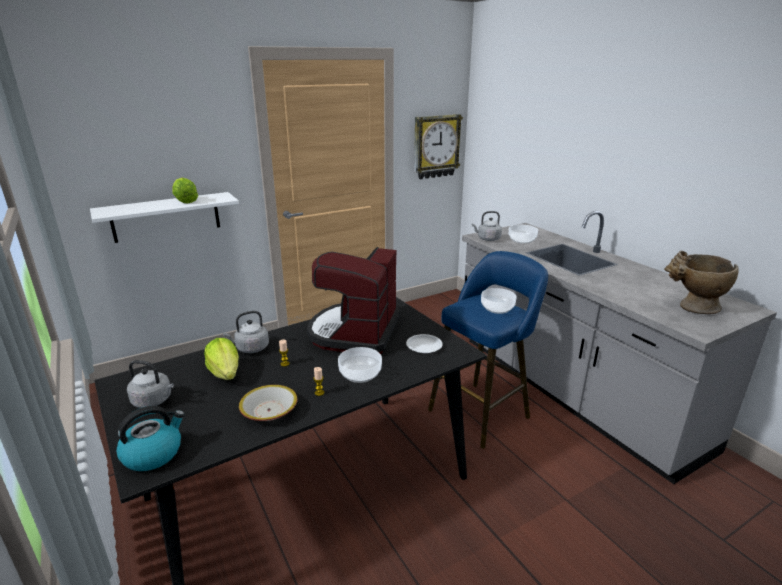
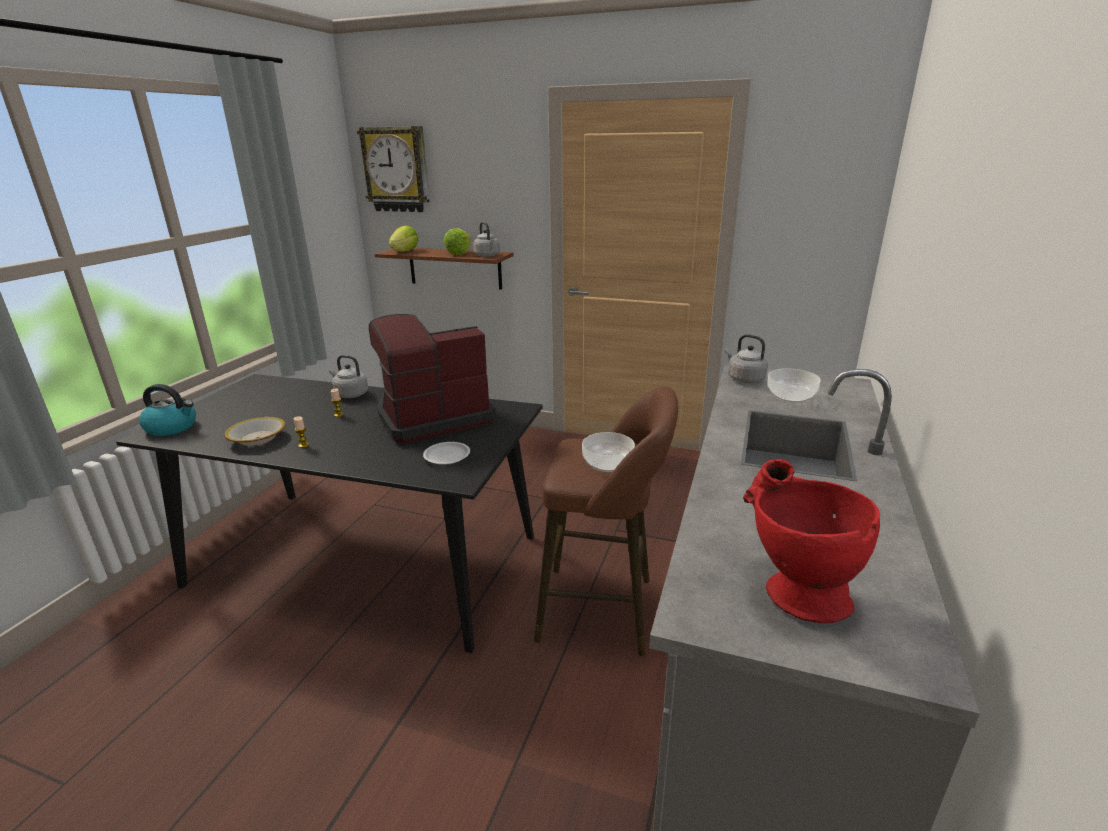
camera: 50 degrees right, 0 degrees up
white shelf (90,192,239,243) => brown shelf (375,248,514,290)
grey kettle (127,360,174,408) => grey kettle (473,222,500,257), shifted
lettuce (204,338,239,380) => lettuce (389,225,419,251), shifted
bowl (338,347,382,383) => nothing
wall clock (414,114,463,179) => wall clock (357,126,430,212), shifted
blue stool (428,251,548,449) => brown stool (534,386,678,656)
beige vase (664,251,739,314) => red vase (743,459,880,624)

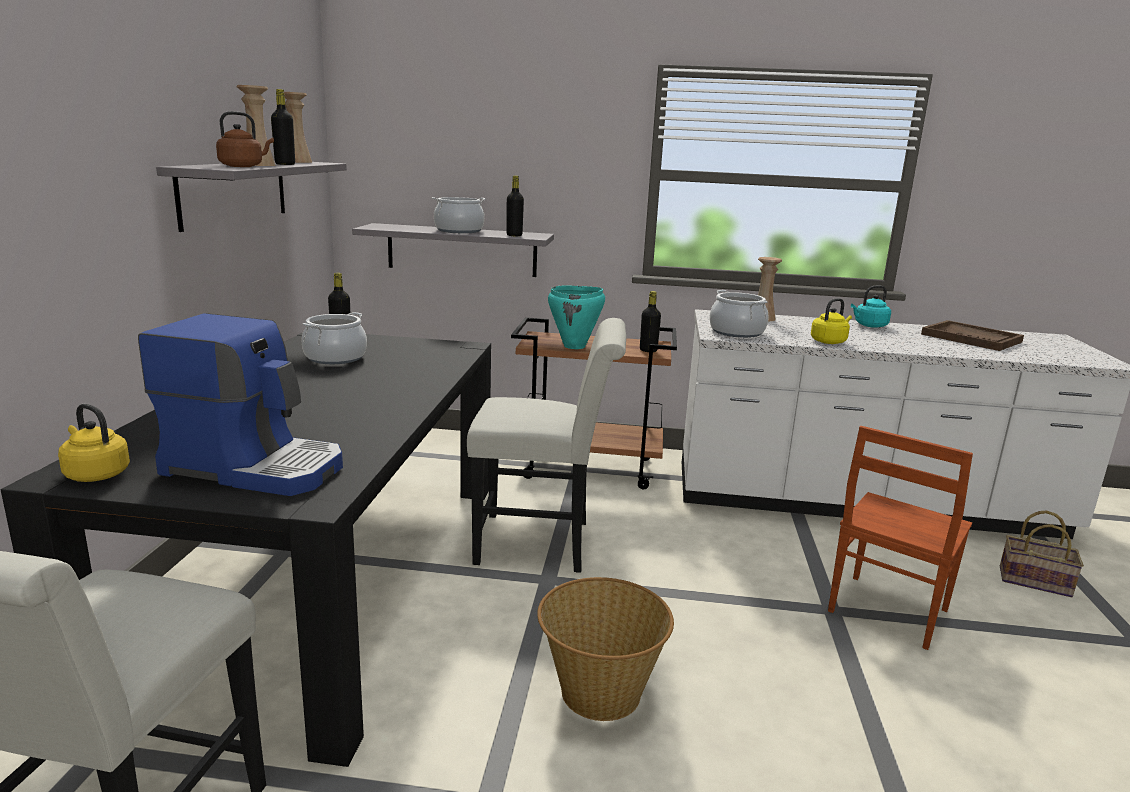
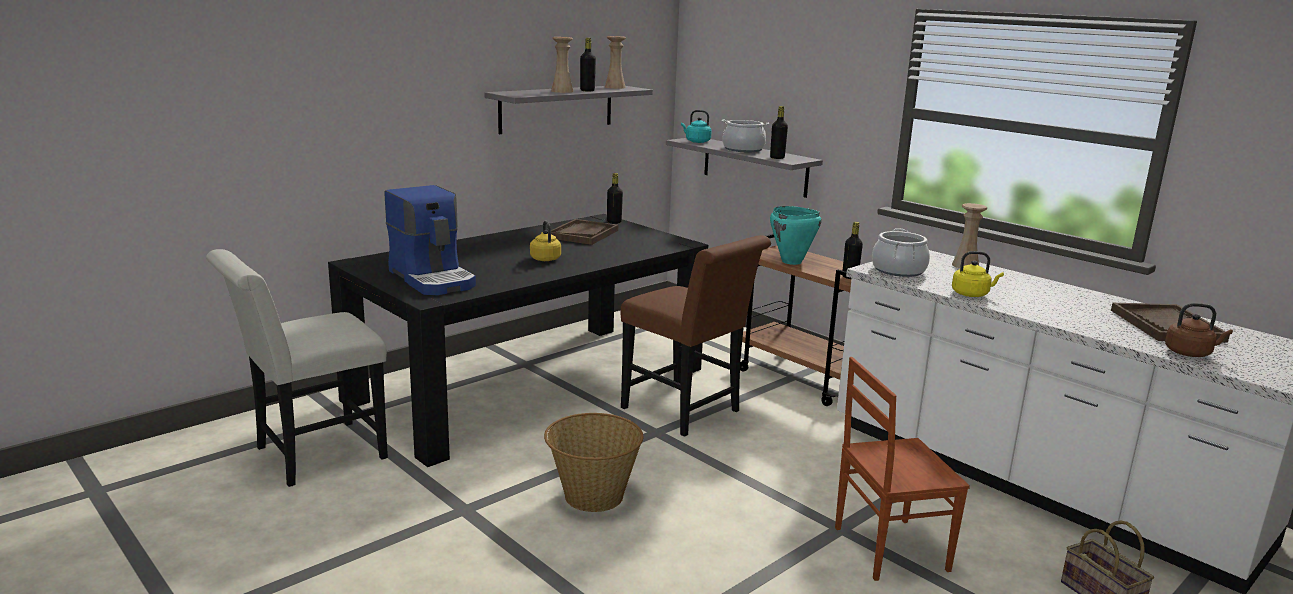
camera: 40 degrees right, 0 degrees up
yellow kettle (58,404,130,482) => yellow kettle (530,221,561,261), shifted
brown kettle (216,111,274,167) => brown kettle (1165,303,1233,357), shifted
cooking pot (301,312,367,364) => brown tray (551,219,618,245)
white chair (467,318,626,573) => brown chair (621,235,771,437)
turquoise kettle (851,285,891,328) => turquoise kettle (681,110,712,143), shifted

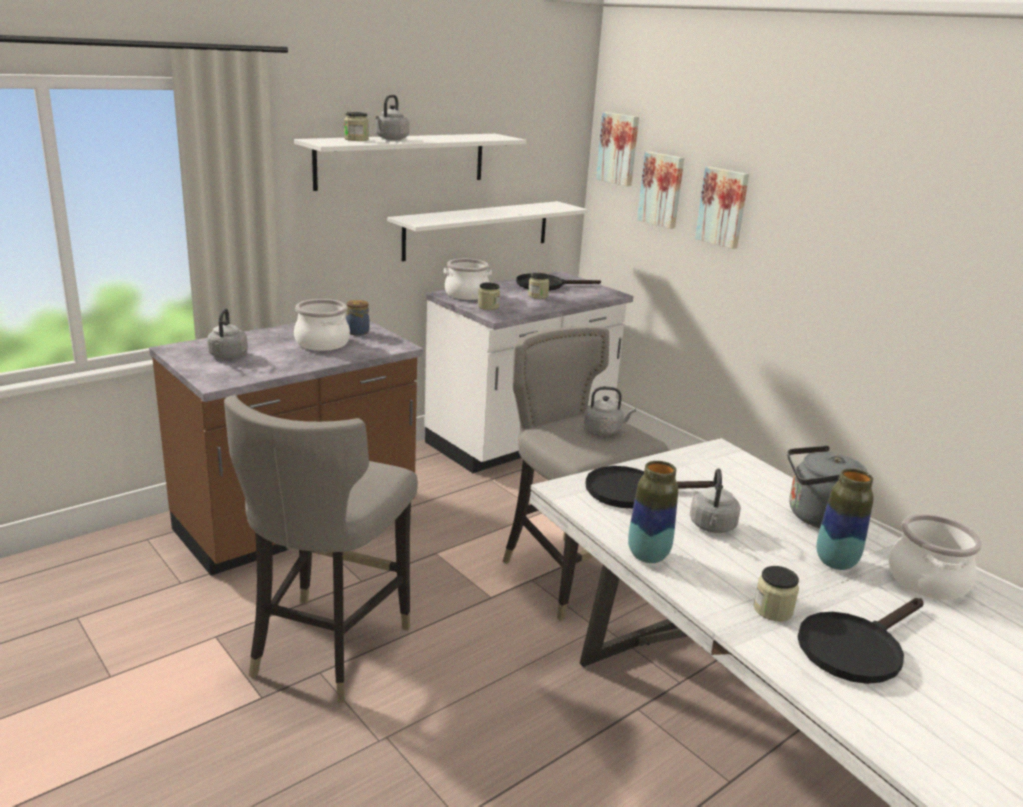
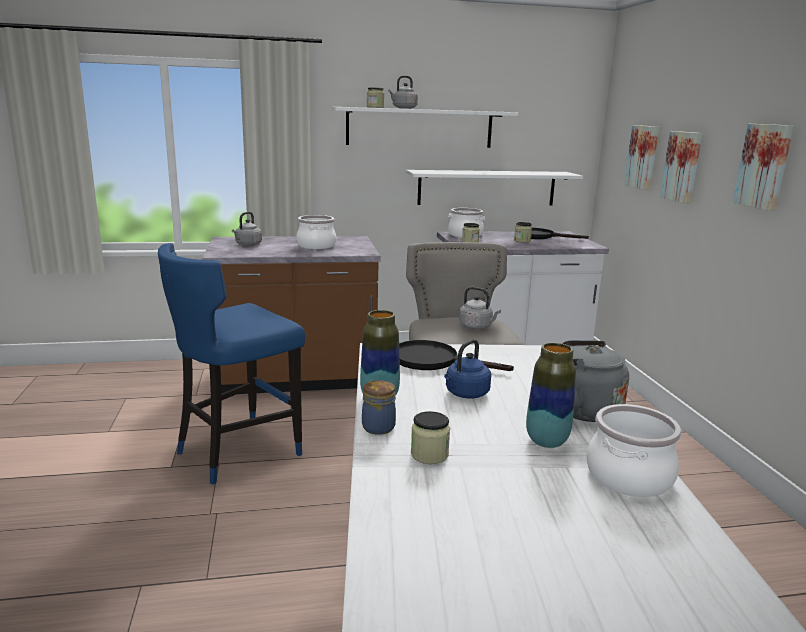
camera: 30 degrees right, 5 degrees down
grey stool (224,395,418,703) => blue stool (158,243,305,485)
jar (346,300,370,336) => jar (362,380,396,435), shifted
picture (596,112,639,186) => picture (733,124,794,211), shifted
grey kettle (690,468,741,533) => blue kettle (444,339,491,398)
black frying pan (798,598,924,684) => nothing

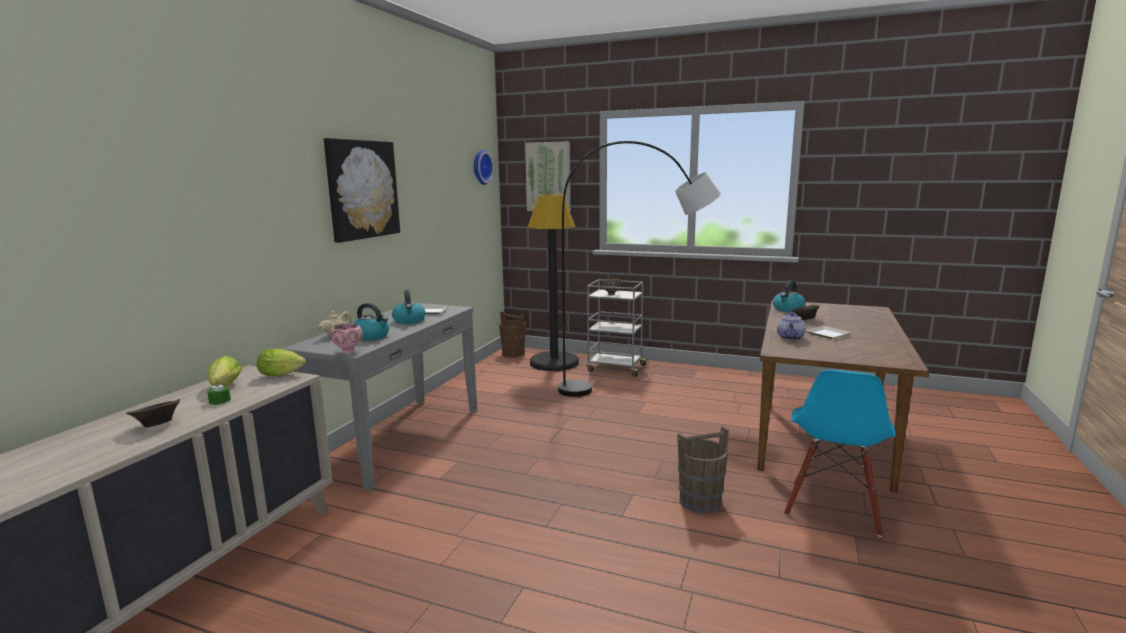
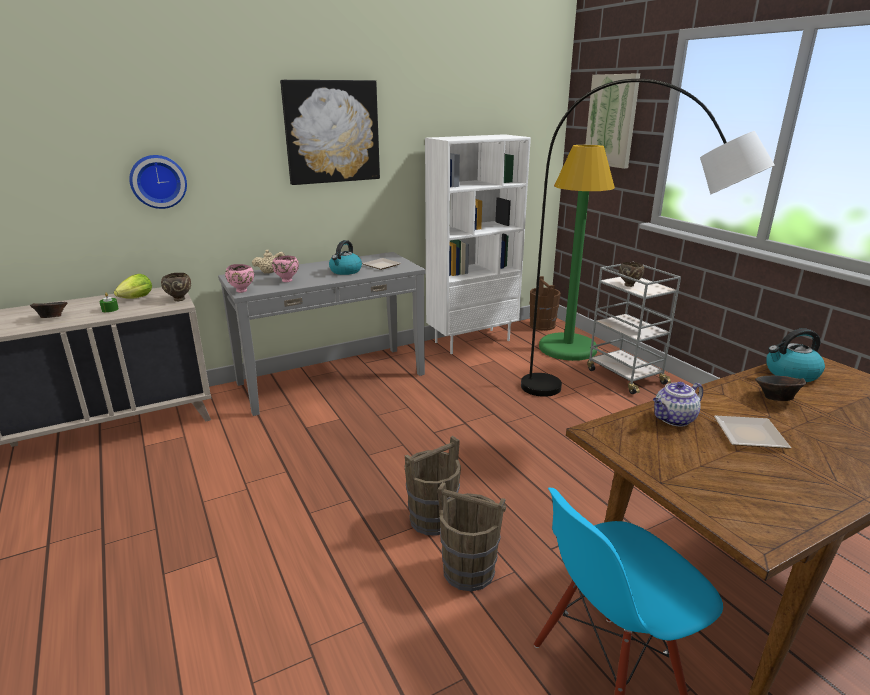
camera: 40 degrees right, 10 degrees up
lettuce (257,348,305,376) => brown bowl (161,273,191,301)
kettle (354,303,389,341) => pink bowl (272,256,299,282)
wall clock (474,150,494,185) => wall clock (129,155,187,209), shifted
black floor lamp (528,194,579,371) => green floor lamp (539,145,615,361)
nothing => brown bucket (404,436,461,536)
nothing => white bookcase (425,134,531,354)

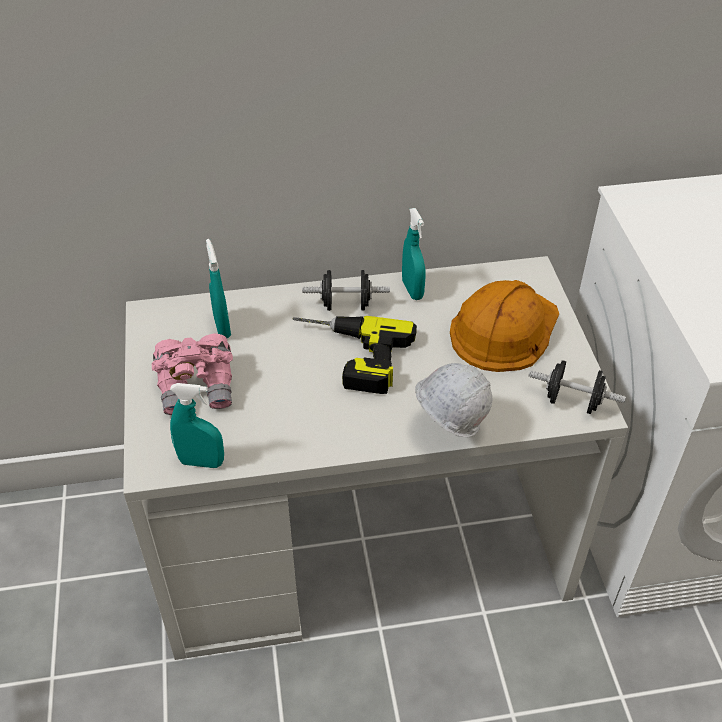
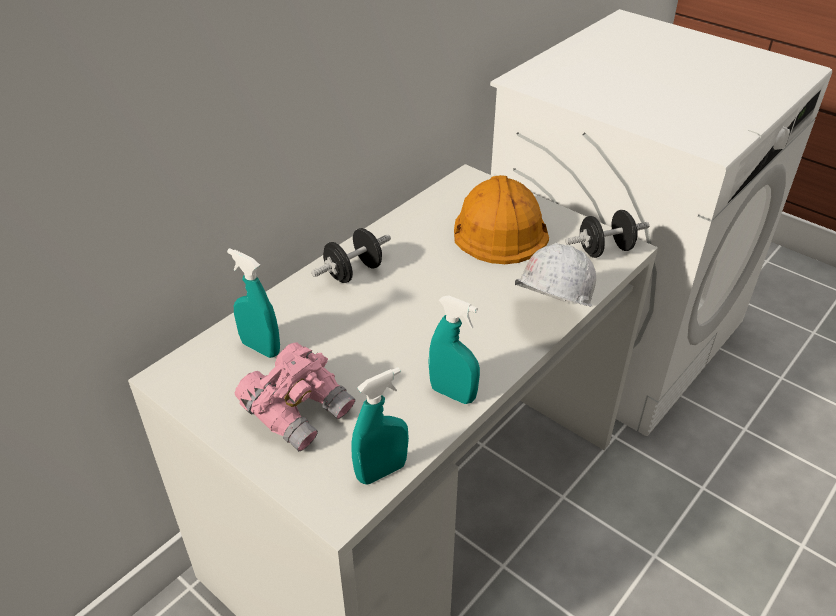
camera: 40 degrees left, 5 degrees down
power drill (293,316,417,394) => nothing
turquoise spray bottle (402,208,426,300) => turquoise spray bottle (428,296,480,404), shifted

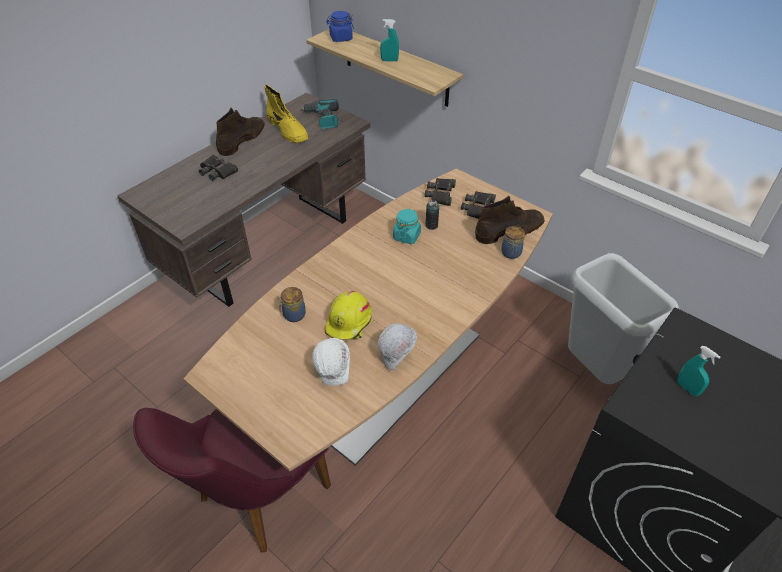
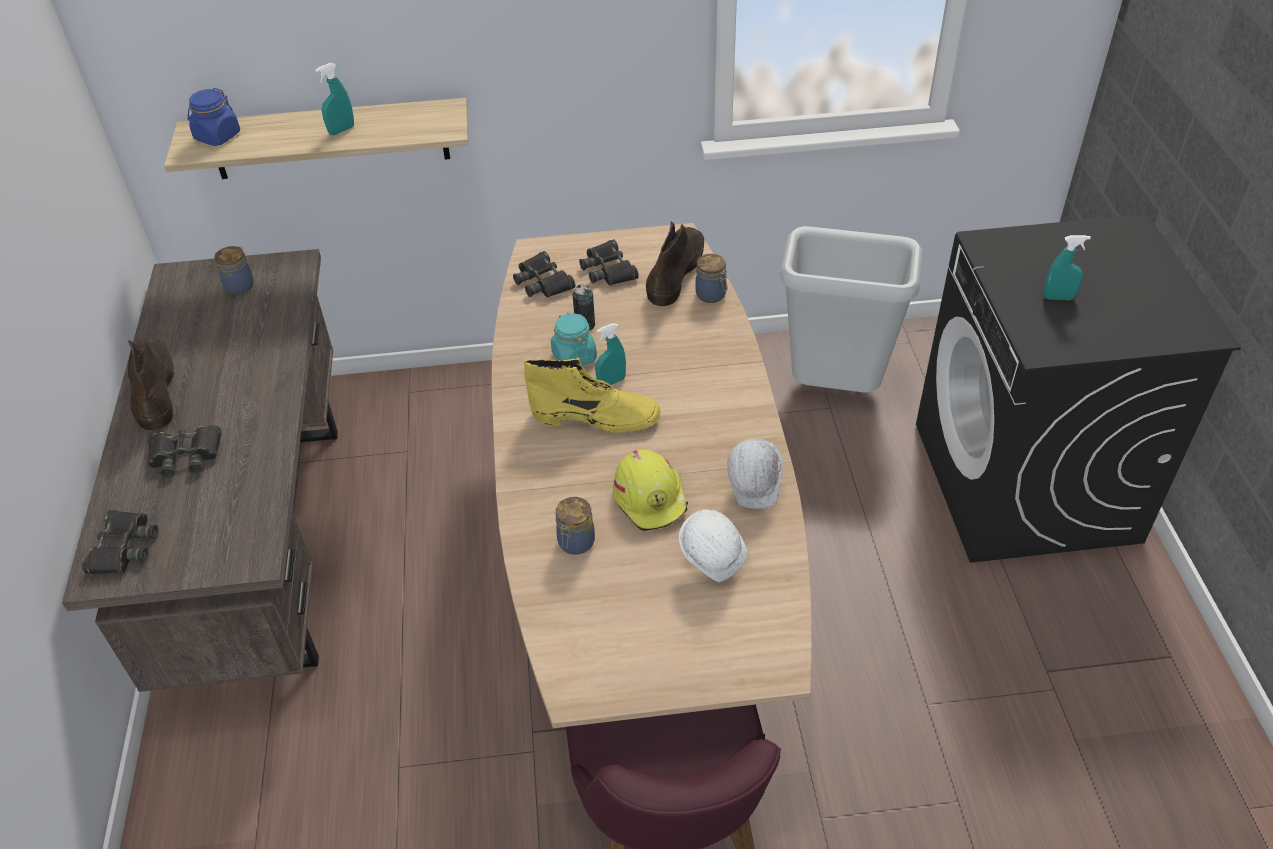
camera: 45 degrees left, 0 degrees up
yellow boot (264,85,309,143) => yellow boot (524,357,661,433), shifted
power drill (300,99,339,129) => jar (214,246,254,295)
nothing => black binoculars (82,510,159,574)
nothing => turquoise spray bottle (595,323,626,385)

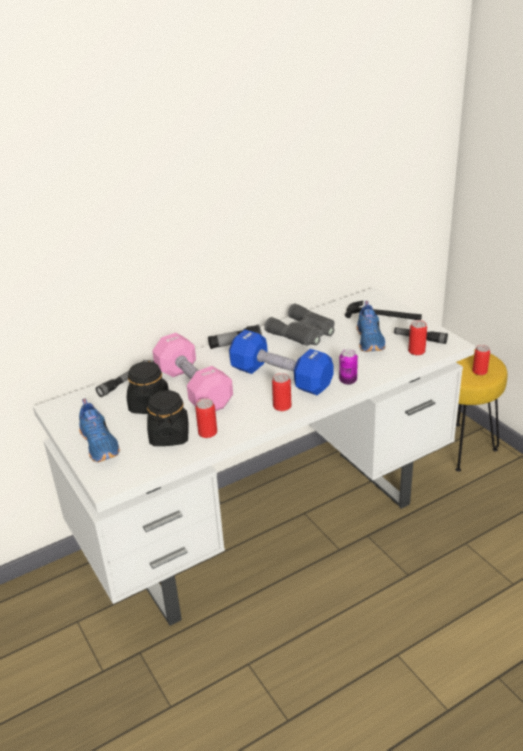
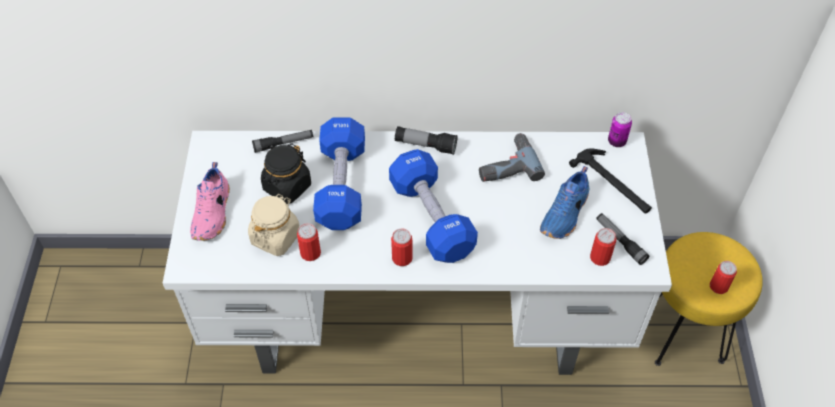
camera: 30 degrees right, 20 degrees up
blue shoe (79,398,120,462) => pink shoe (190,162,230,241)
black jar (147,390,189,446) => beige jar (248,194,300,256)
pink dumbbell (153,333,233,411) => blue dumbbell (313,118,365,230)
grey binoculars (264,303,335,346) => power drill (479,133,545,182)
can (339,349,358,385) => can (608,112,632,147), shifted

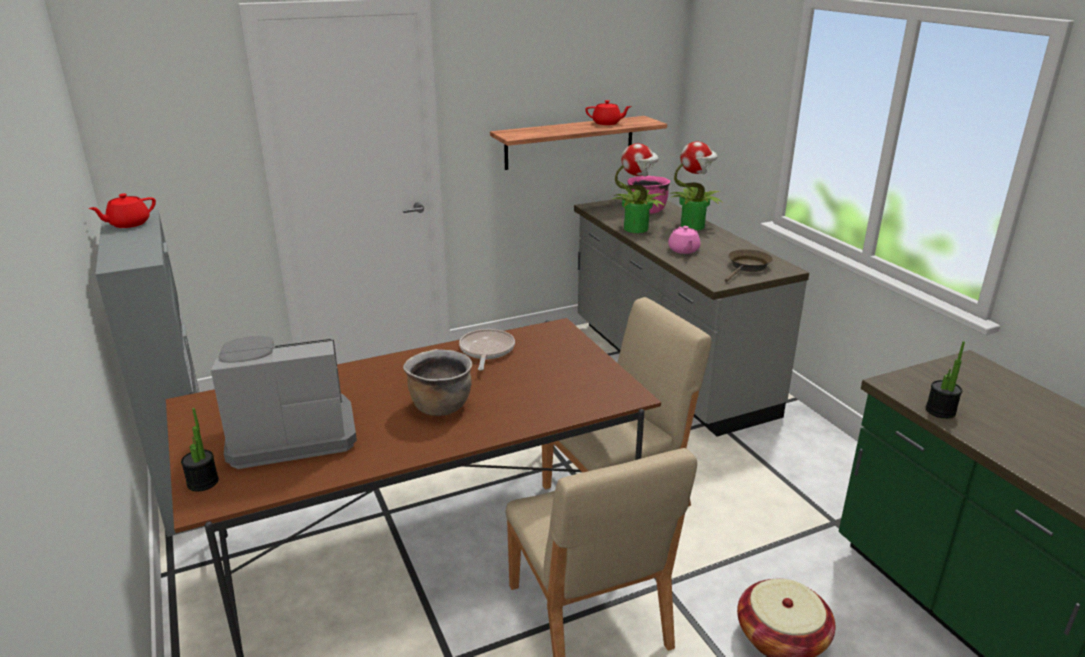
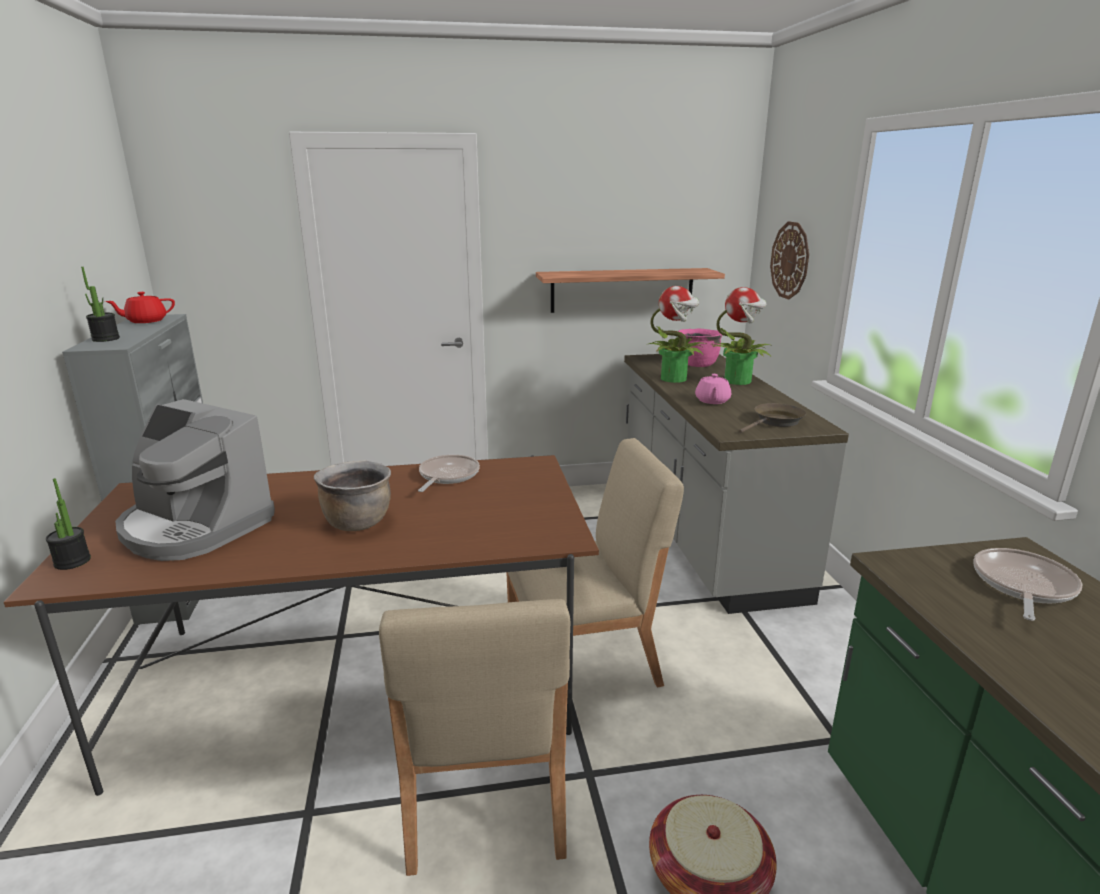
camera: 15 degrees right, 5 degrees down
coffee machine (211,336,357,469) => coffee machine (115,399,275,561), 150 degrees counterclockwise
red teapot (585,100,632,125) => nothing
potted plant (926,341,965,419) => potted plant (81,267,120,342), shifted
nothing => wall clock (770,221,809,299)
nothing => frying pan (973,548,1082,621)

